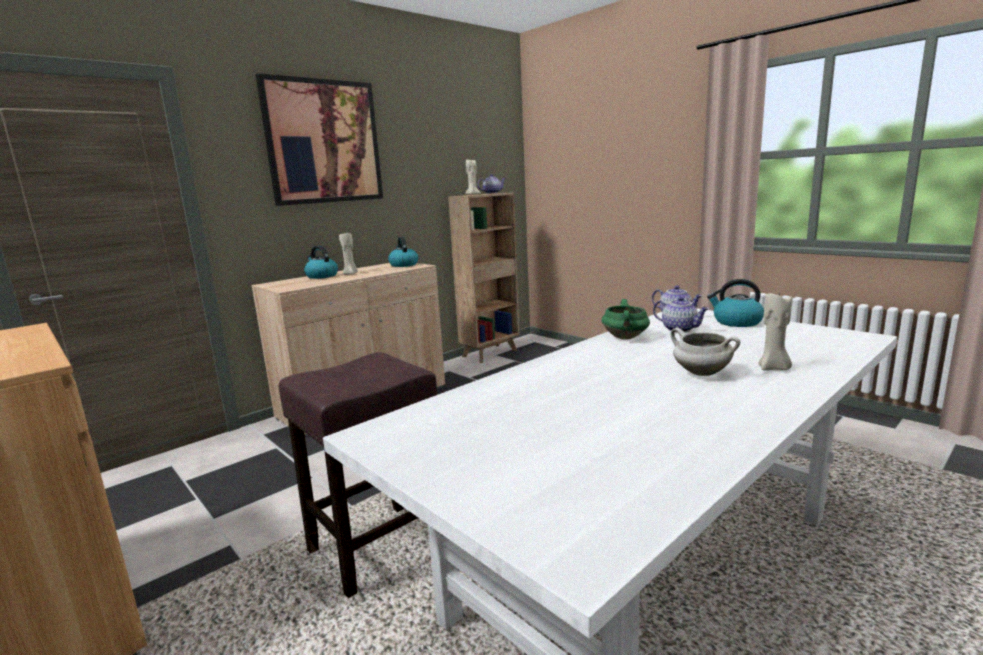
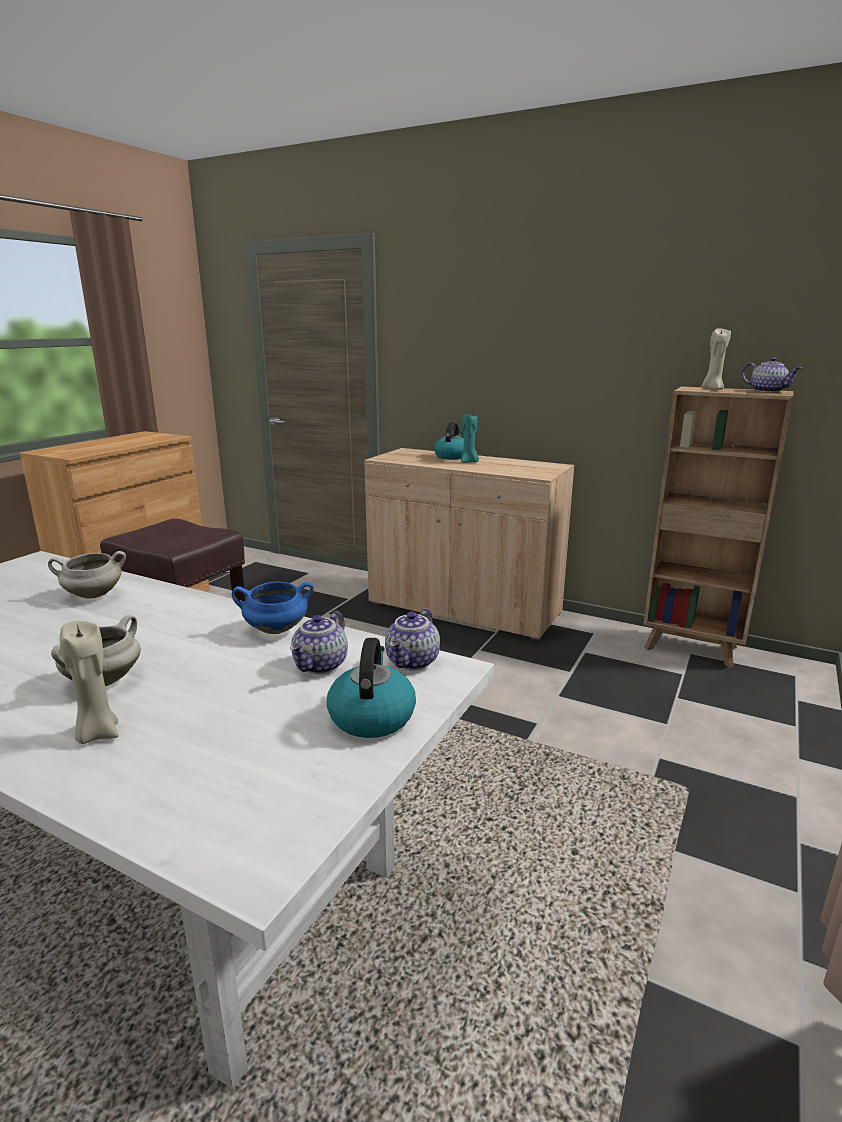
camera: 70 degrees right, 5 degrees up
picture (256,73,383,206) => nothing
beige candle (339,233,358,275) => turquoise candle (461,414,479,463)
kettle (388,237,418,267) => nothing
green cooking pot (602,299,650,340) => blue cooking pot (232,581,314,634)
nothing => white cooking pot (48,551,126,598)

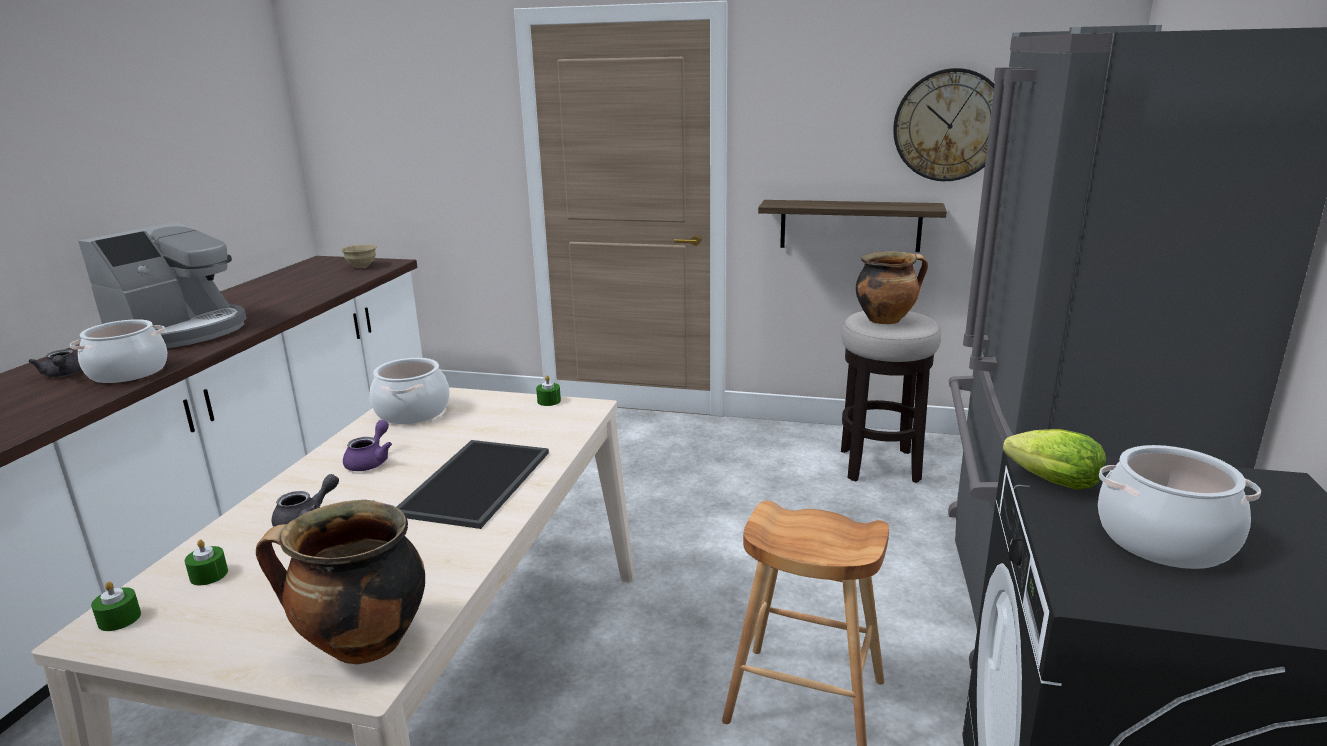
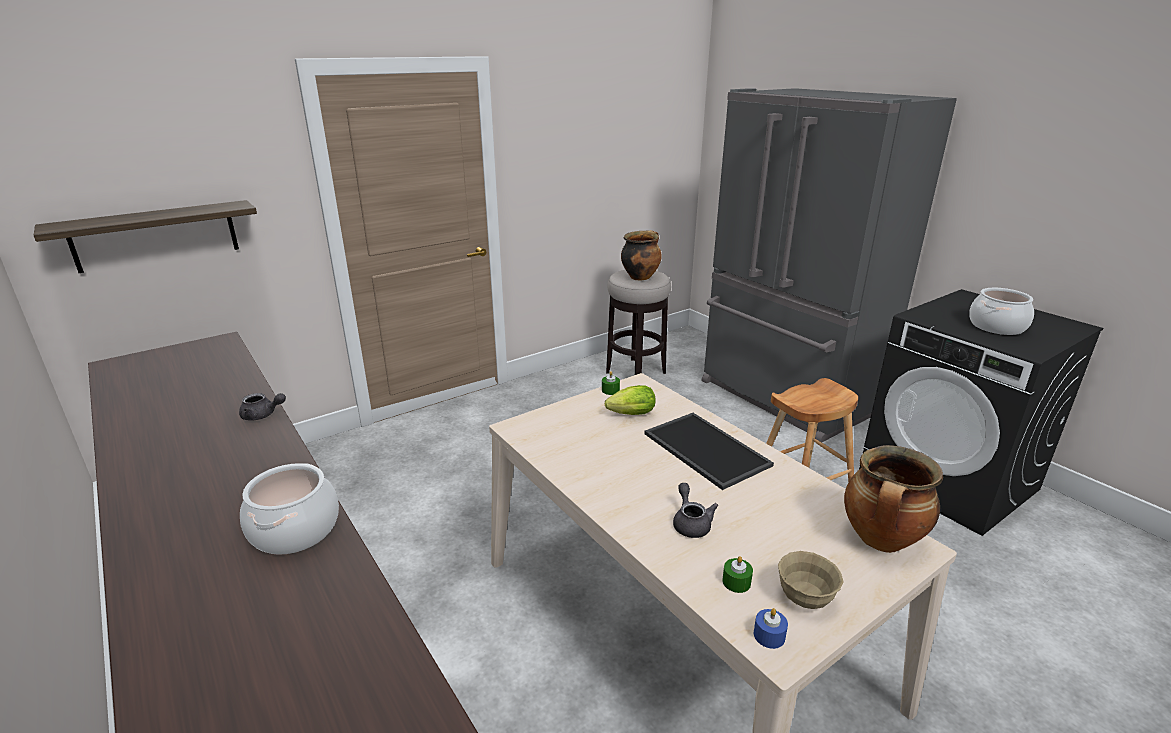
camera: 50 degrees left, 5 degrees up
grey teapot (29,349,82,377) => grey teapot (239,393,286,421), shifted
coffee machine (78,222,247,349) => nothing
green candle (91,581,141,631) => blue candle (754,608,788,649)
beige bowl (341,244,376,268) => beige bowl (778,551,844,609), shifted
purple teapot (343,420,392,471) => nothing
cooking pot (370,358,450,424) => nothing
shelf (758,200,947,252) => shelf (34,200,257,273), shifted
wall clock (893,68,995,181) => nothing
lettuce (1003,429,1106,490) => lettuce (605,385,656,415), shifted

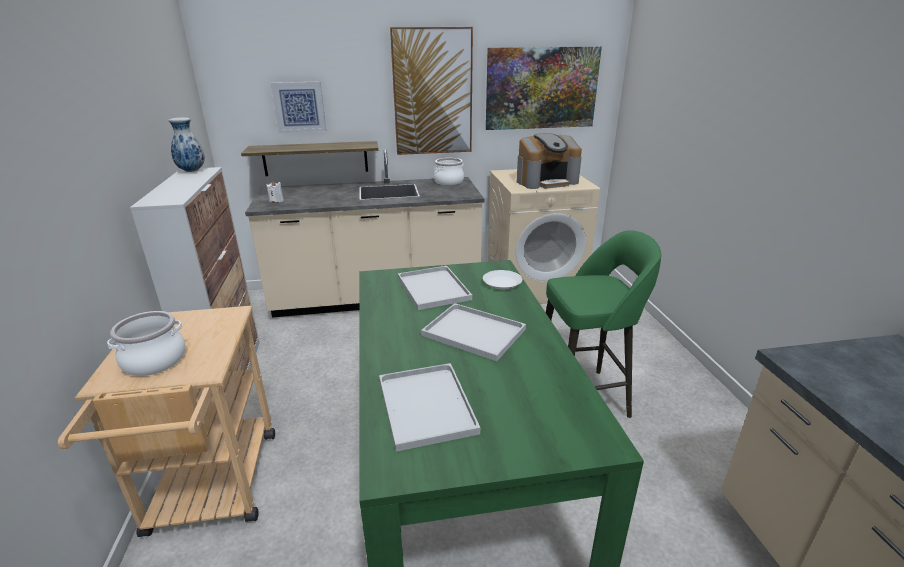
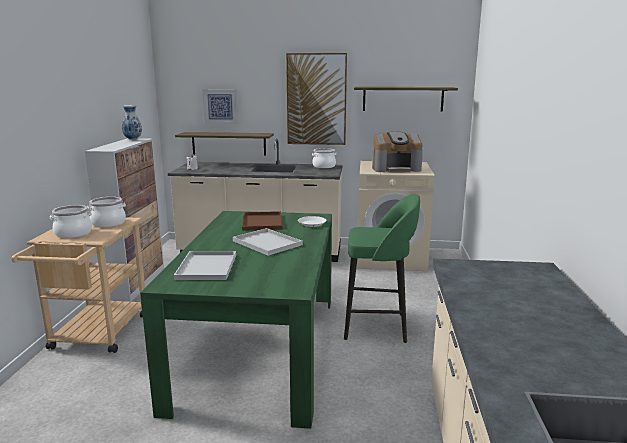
camera: 15 degrees right, 10 degrees down
white tray (398,266,472,310) => brown tray (242,211,283,231)
picture (486,46,602,130) => shelf (354,87,458,111)
nothing => cooking pot (87,197,126,227)

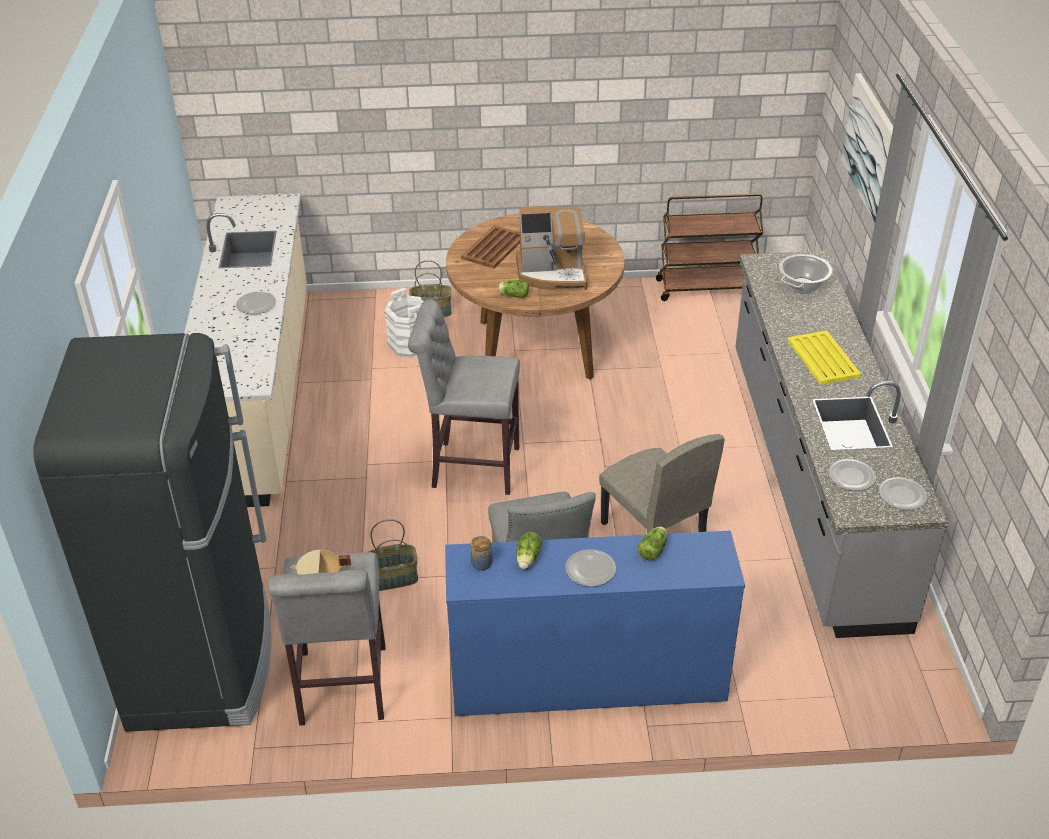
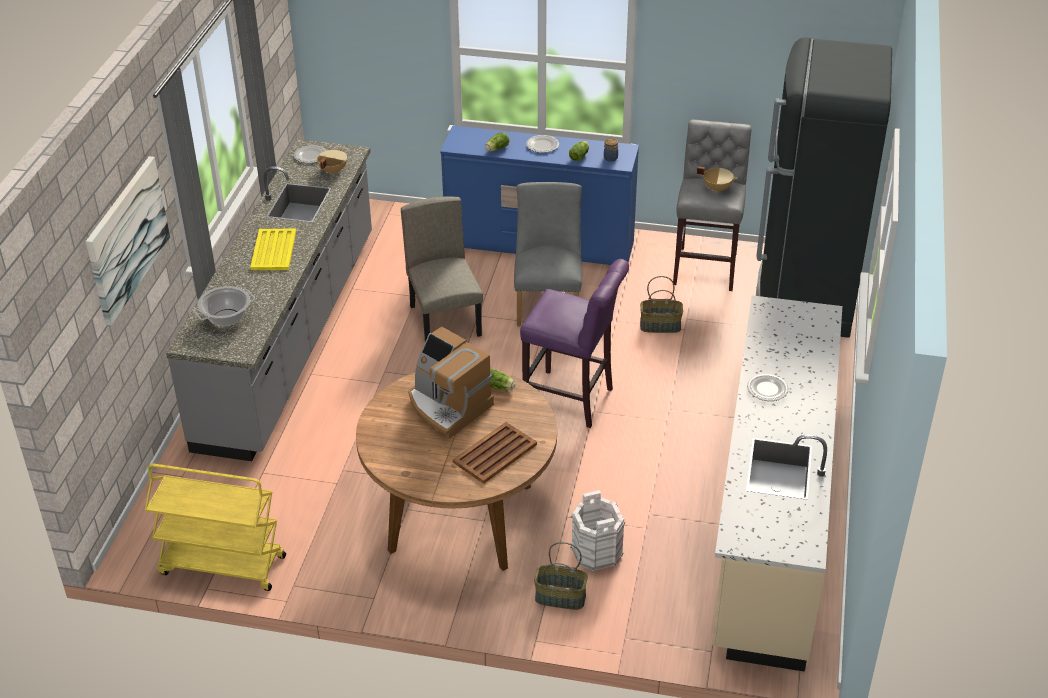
camera: 165 degrees left, 0 degrees up
grey stool (408,299,520,495) => purple stool (520,259,629,428)
coffee machine (516,206,588,290) => coffee machine (408,327,494,439), 150 degrees counterclockwise
brown cart (656,194,763,301) => yellow cart (145,463,286,591)
plate (828,459,876,491) => beige cooking pot (317,148,347,175)

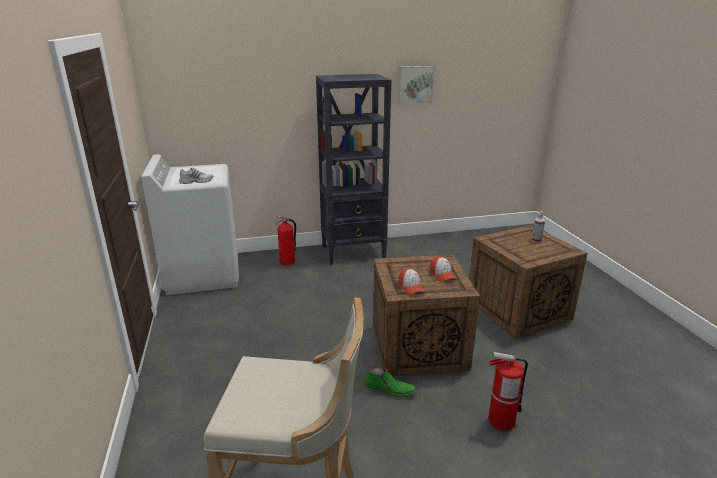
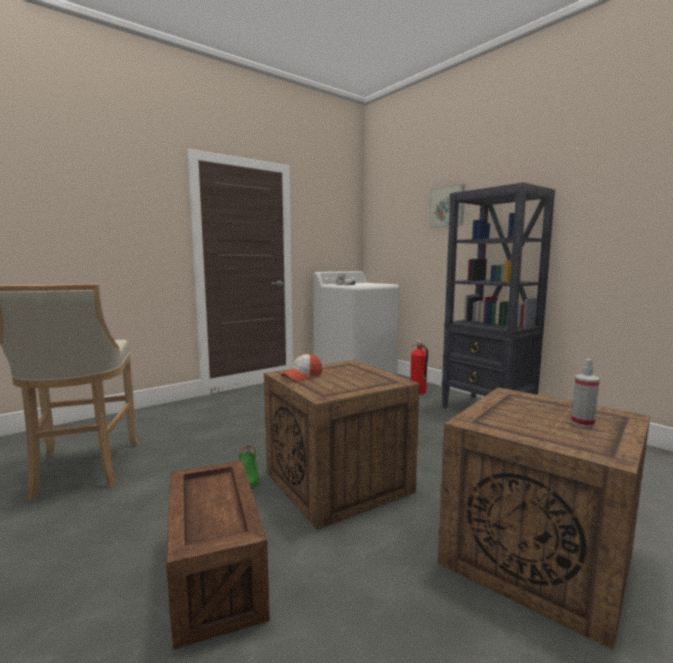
camera: 65 degrees right, 15 degrees down
picture (397,66,434,105) => picture (429,184,465,228), shifted
cap (430,256,457,282) => nothing
fire extinguisher (488,352,528,430) => crate (166,461,270,650)

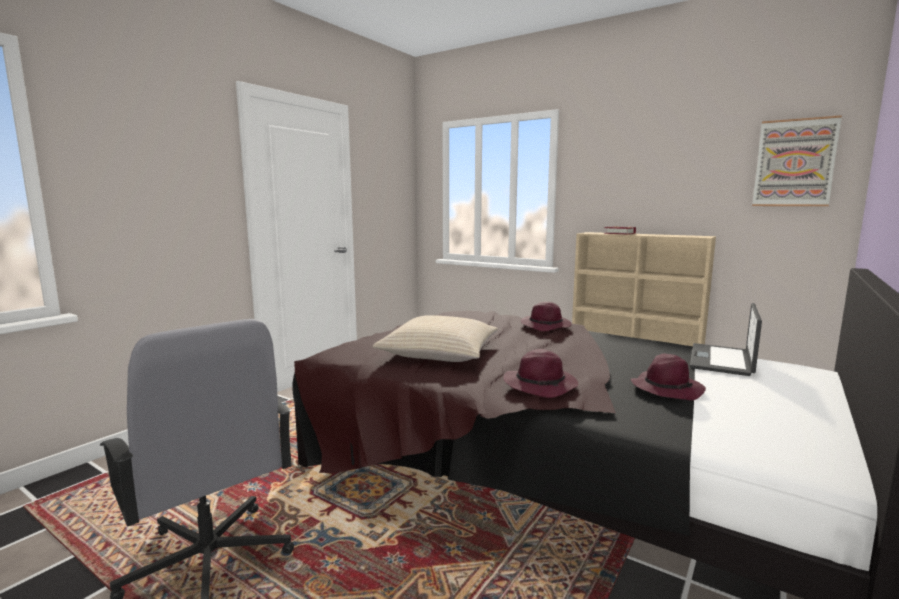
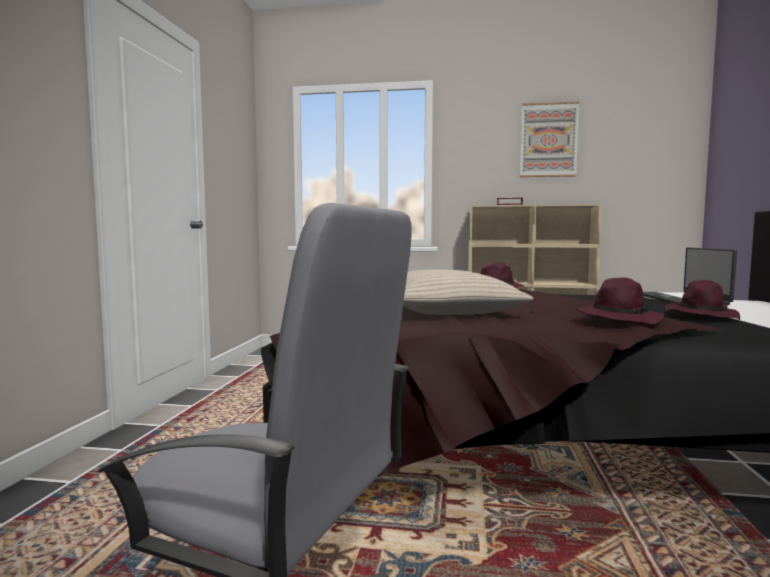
camera: 25 degrees left, 5 degrees down
picture (752,115,842,206) => picture (520,101,579,177), shifted

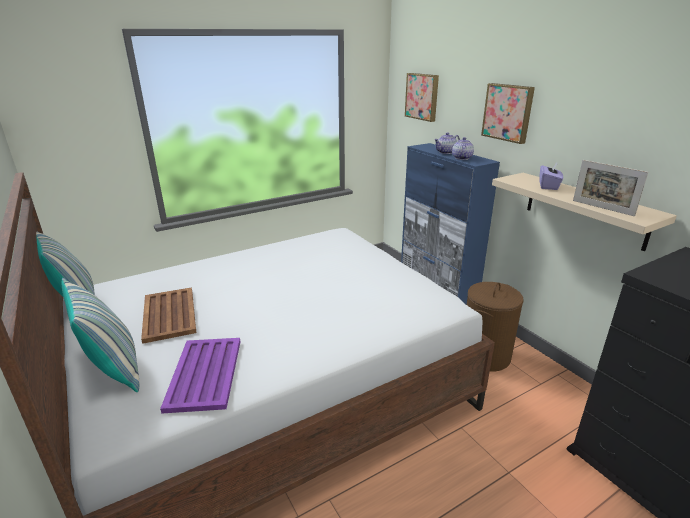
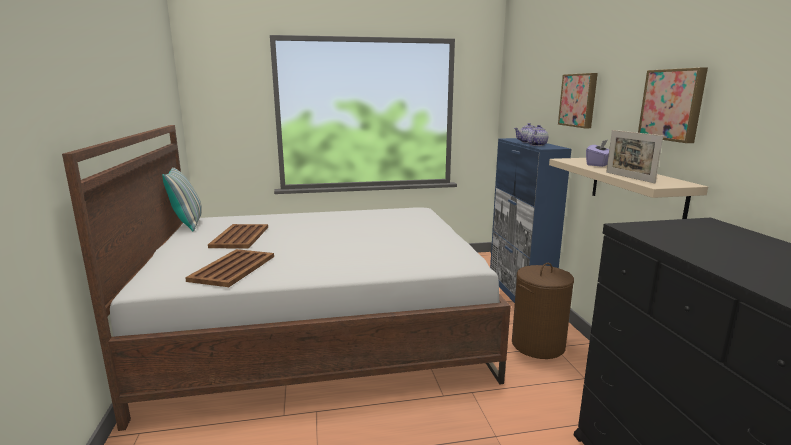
camera: 20 degrees right, 10 degrees down
pillow (62,278,139,392) => nothing
purple tray (160,338,240,414) => brown tray (185,249,274,287)
picture (405,73,439,122) => picture (638,68,708,143), shifted

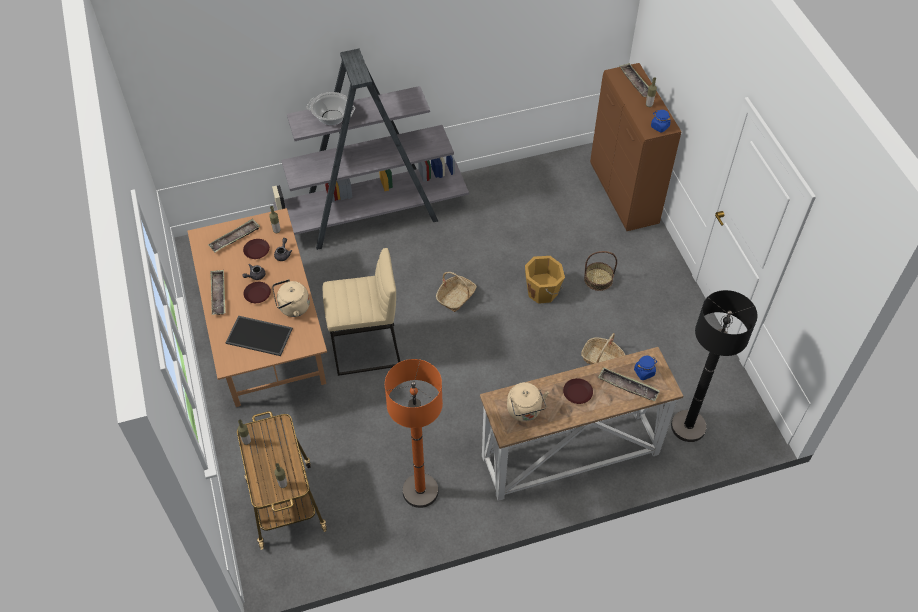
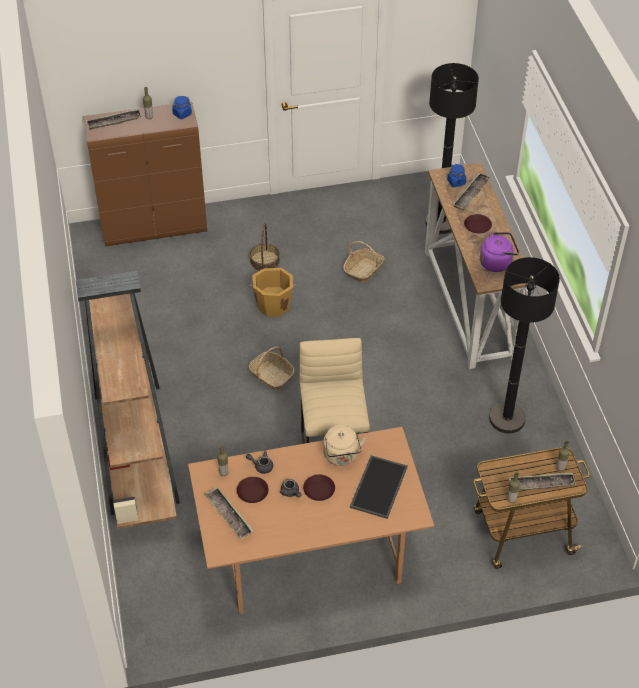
camera: 85 degrees left, 5 degrees down
tray (210,270,226,315) => tray (509,472,576,490), shifted
grey bookcase (272,49,469,250) => brown bookcase (76,271,180,529)
cooking pot (306,92,355,125) => nothing
orange floor lamp (385,359,443,508) => black floor lamp (489,257,560,433)
beige kettle (507,382,549,422) => purple kettle (480,232,519,272)

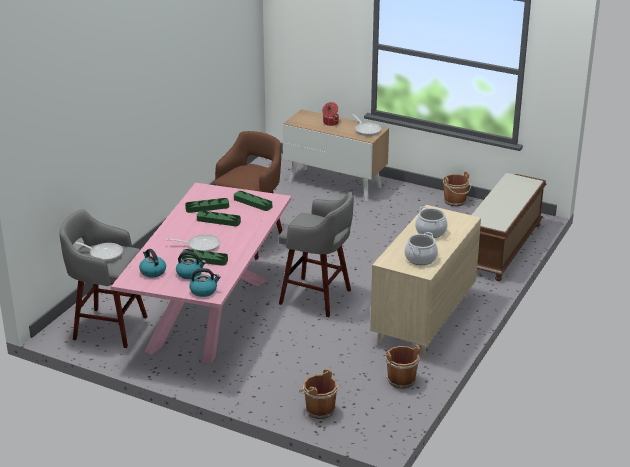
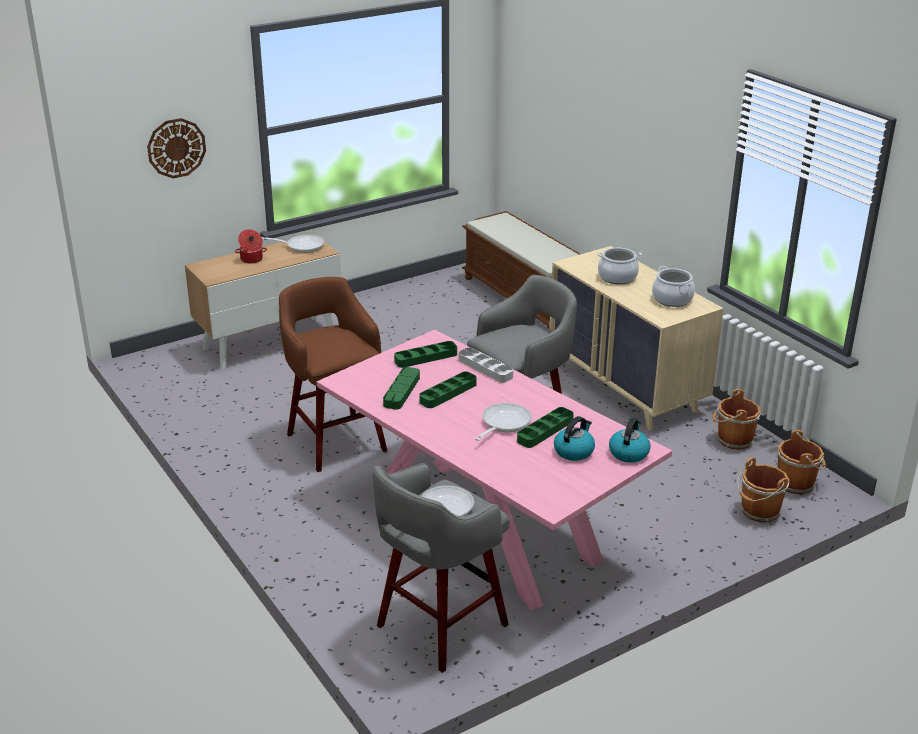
camera: 60 degrees left, 0 degrees up
kettle (139,249,166,278) => nothing
brown bucket (443,171,472,206) => brown bucket (777,430,826,494), shifted
nothing => wall clock (147,118,206,178)
nothing => grey tray (459,347,513,383)

